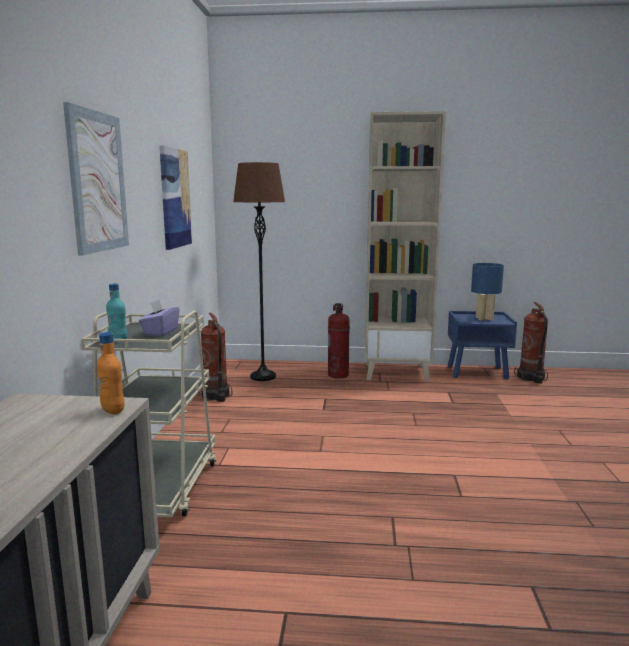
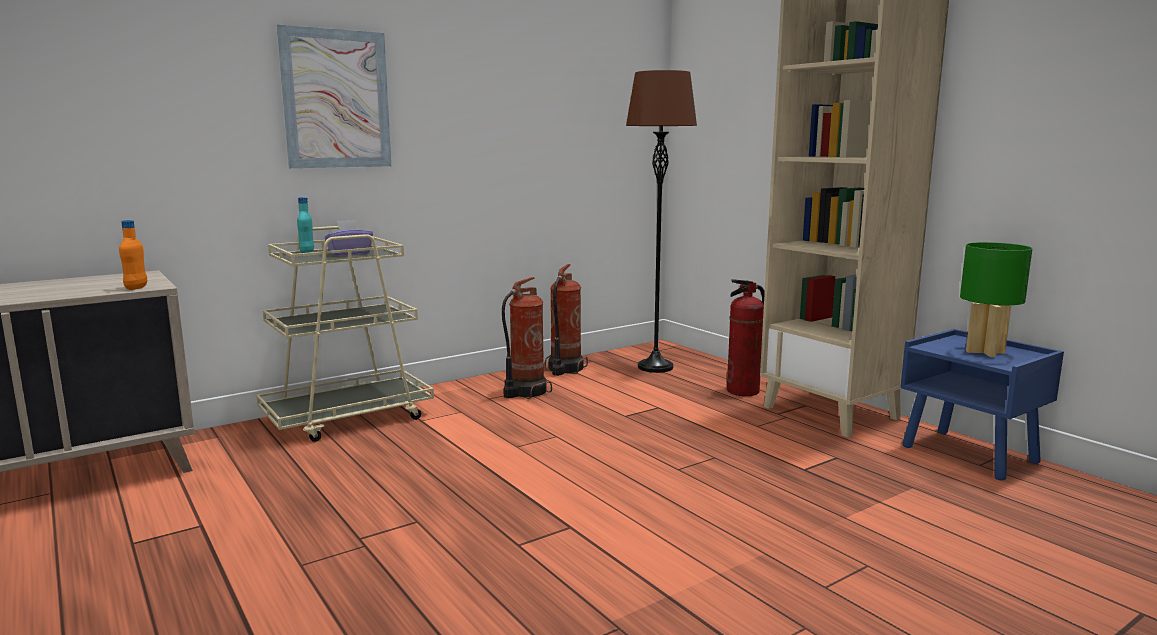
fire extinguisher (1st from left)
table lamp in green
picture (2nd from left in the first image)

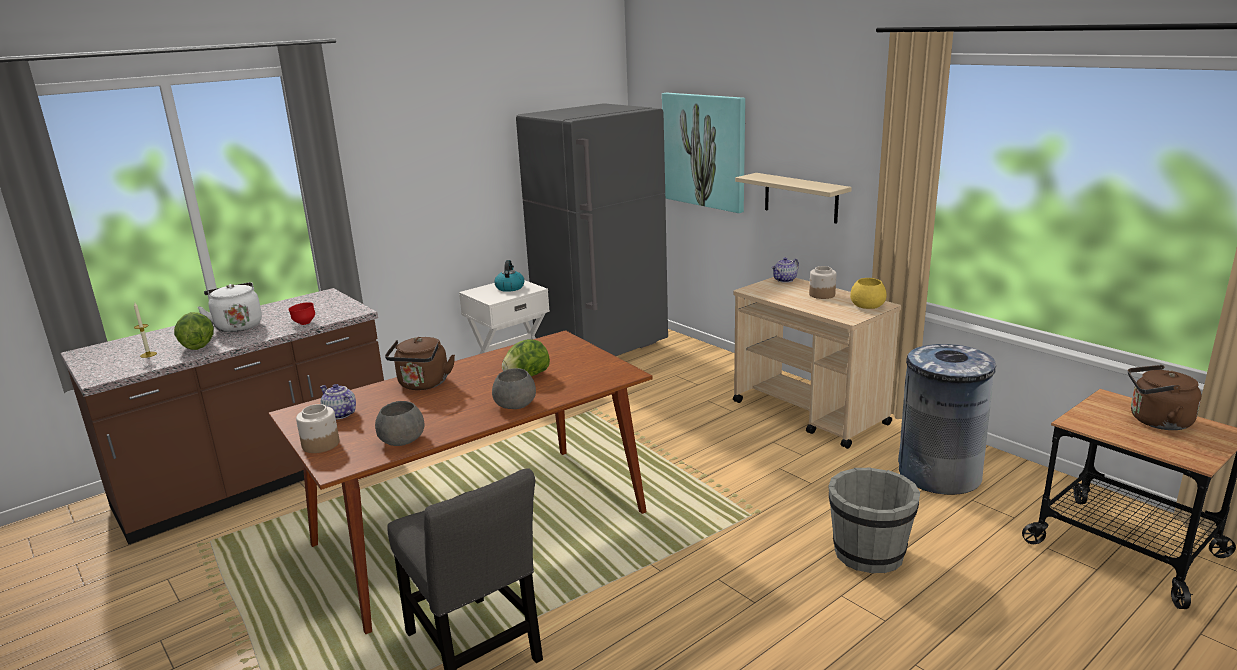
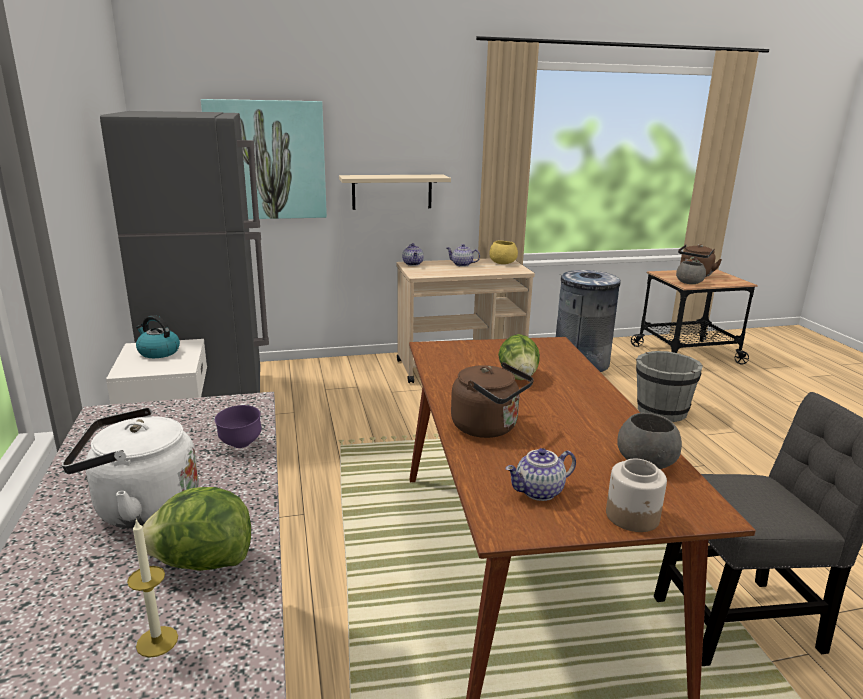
bowl in purple
teapot (2nd from left)
bowl in grey (2nd from left)

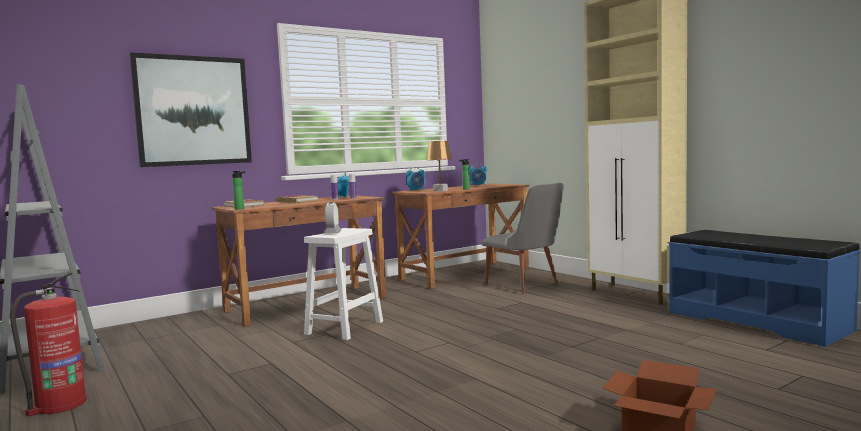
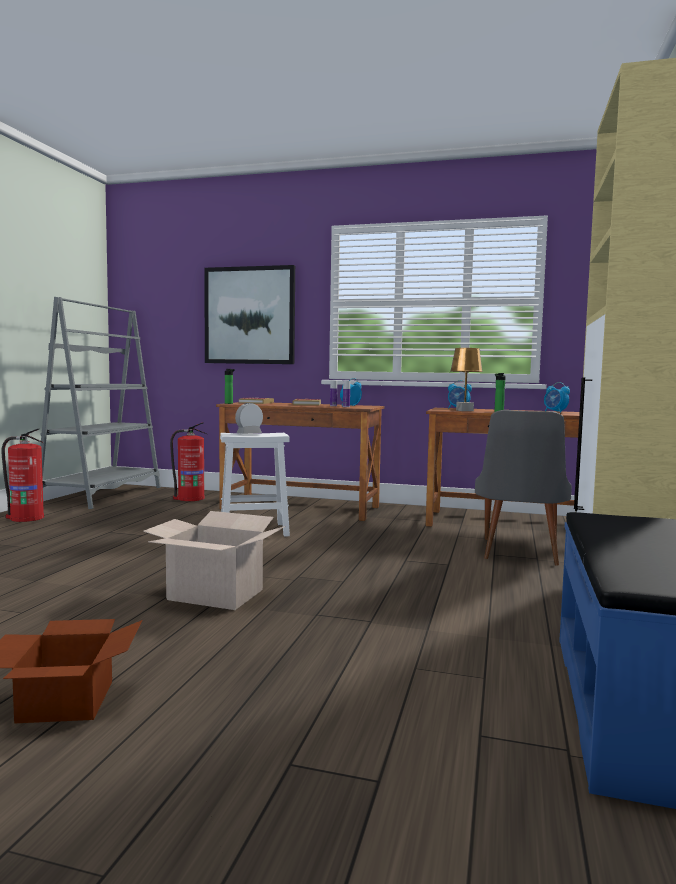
cardboard box (2nd from left)
fire extinguisher (2nd from left)

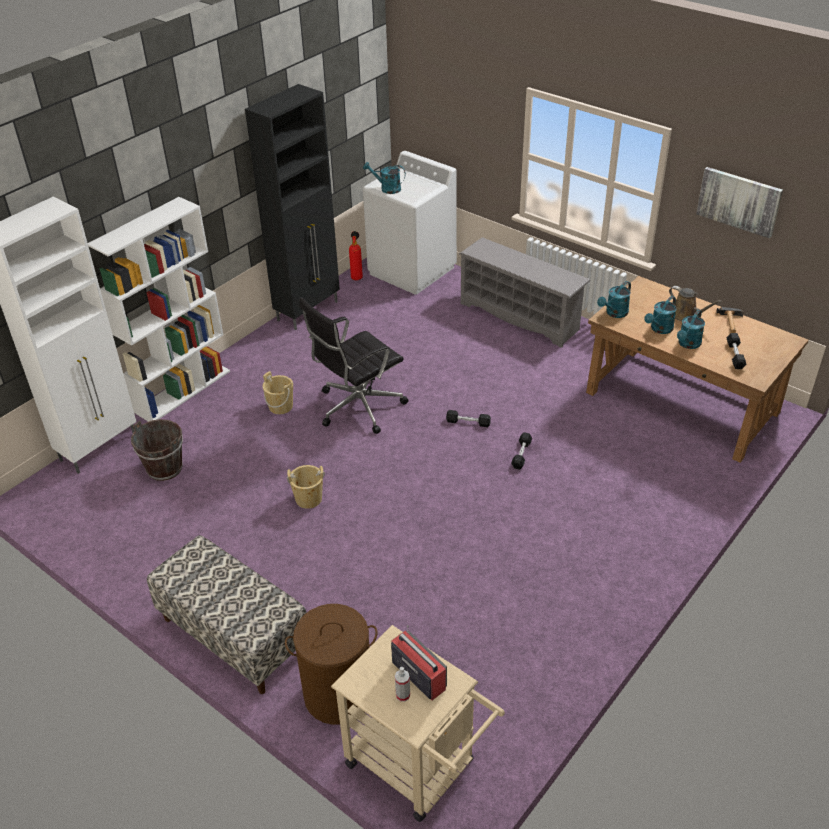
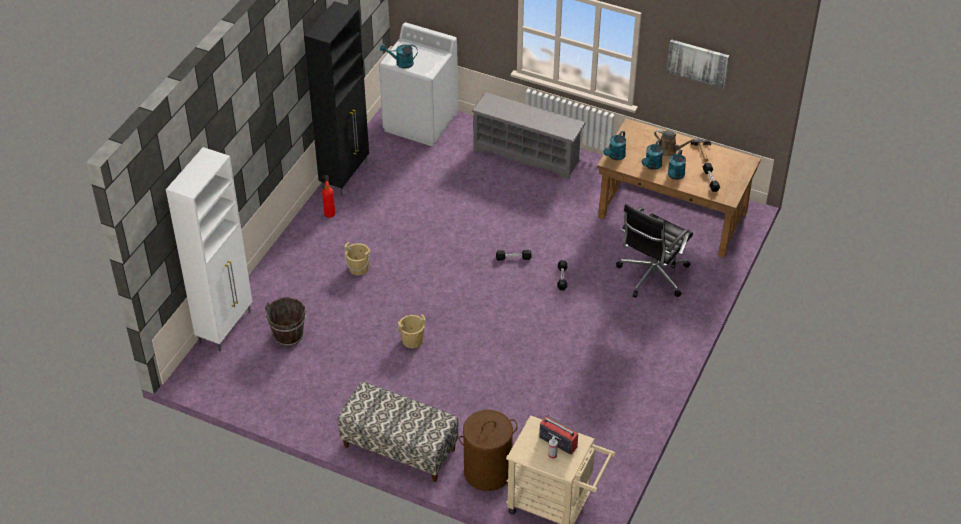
fire extinguisher
office chair in black
bookcase in white

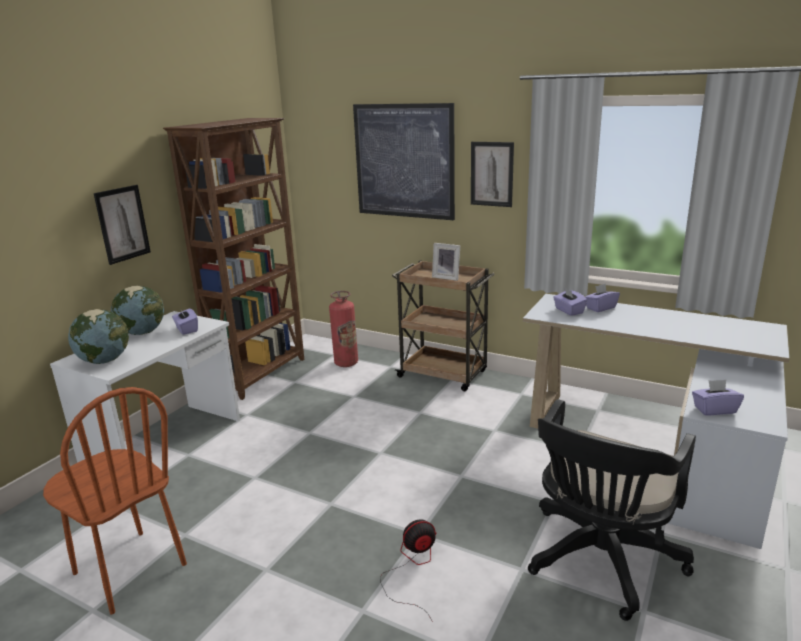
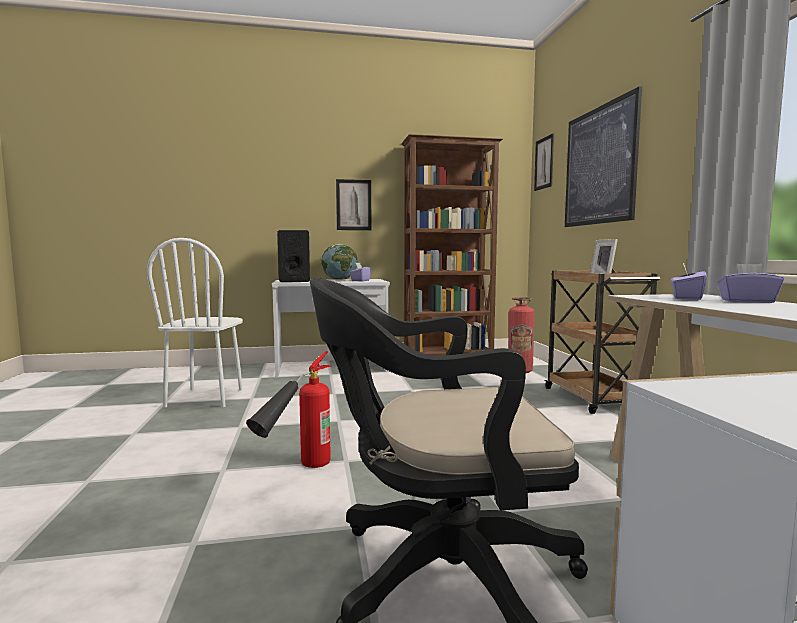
chair in white
fire extinguisher (1st from left)
speaker in black
picture (2nd from left)
tissue box in purple (4th from left in the first image)

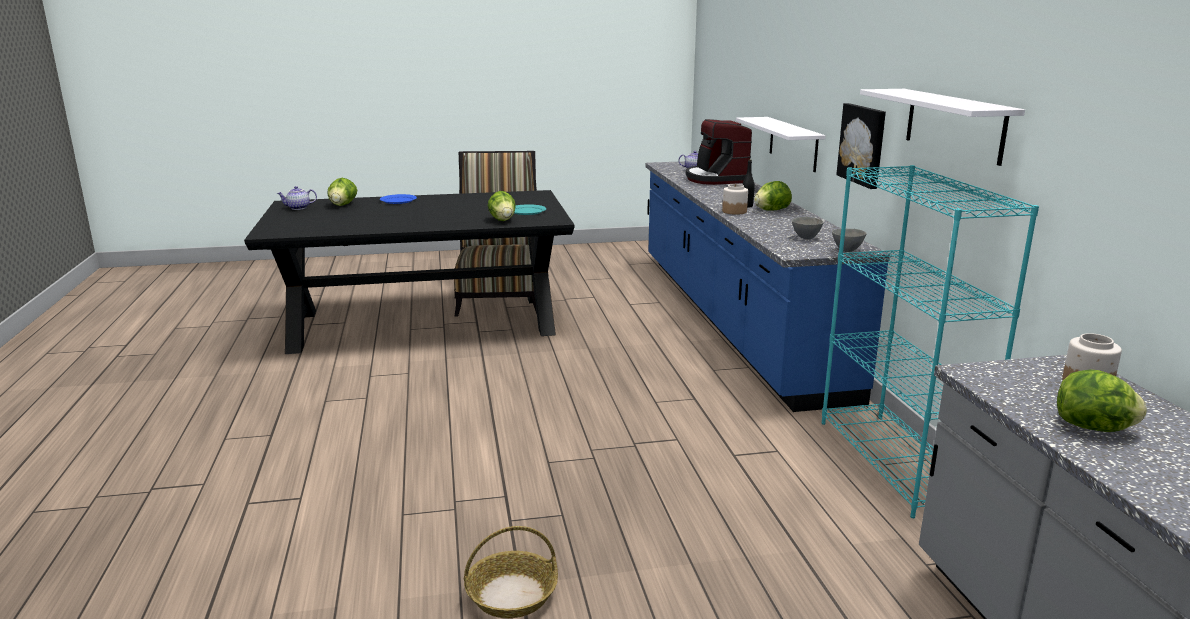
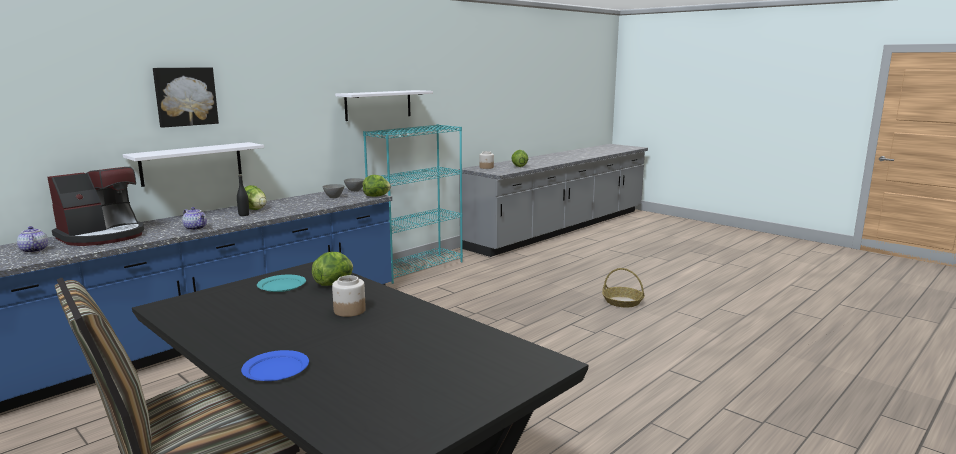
picture
teapot (2nd from left)
jar (1st from left)
lettuce (3rd from left)

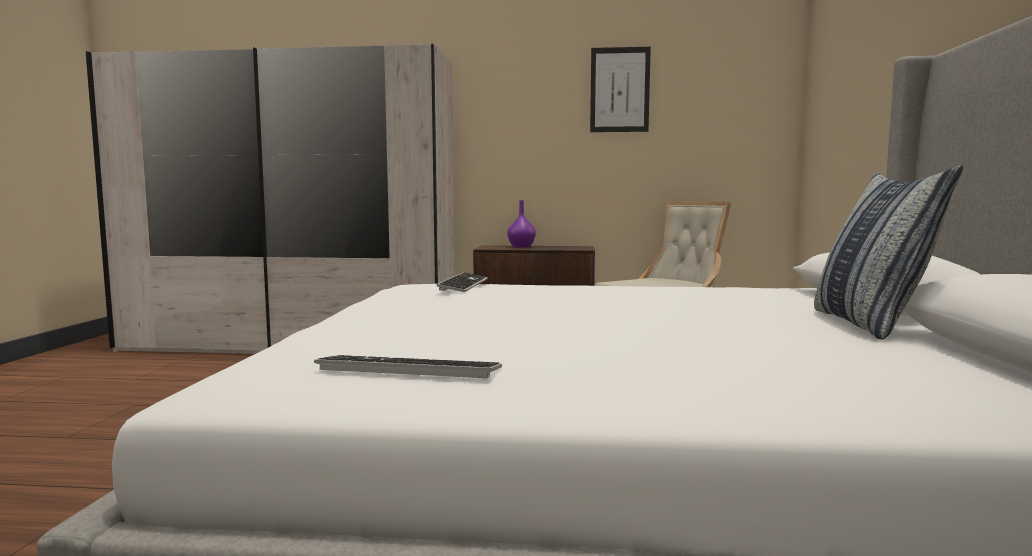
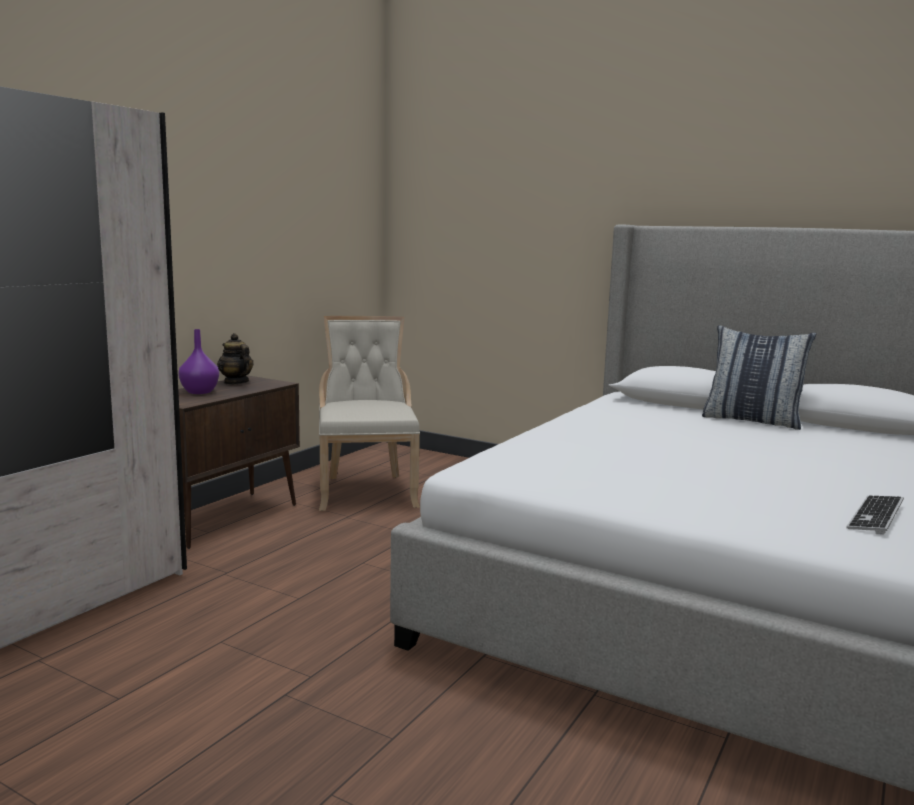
teapot
keyboard (2nd from left in the first image)
picture

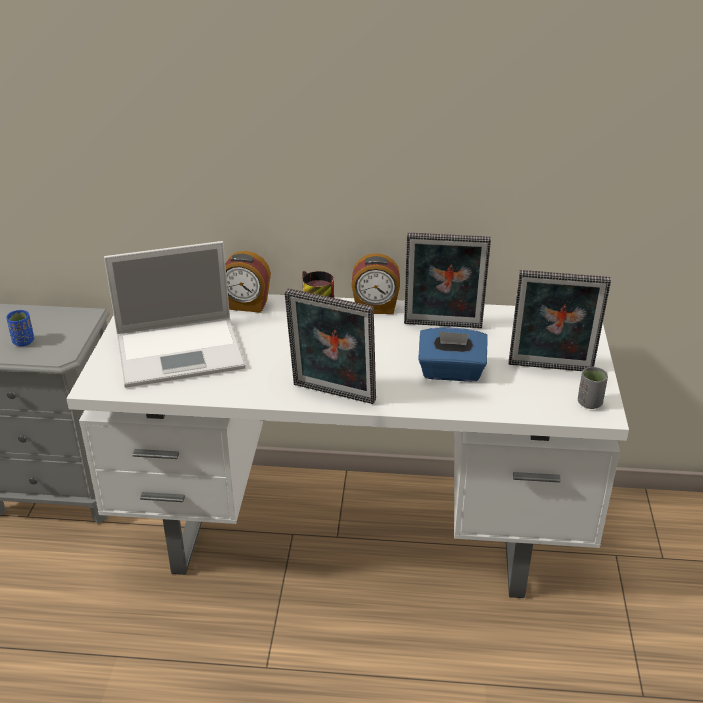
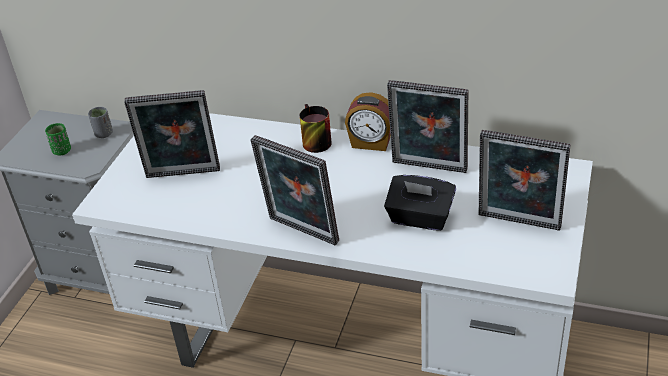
cup in green
cup in grey
picture frame (1st from left)
tissue box in black
alarm clock (1st from left in the first image)

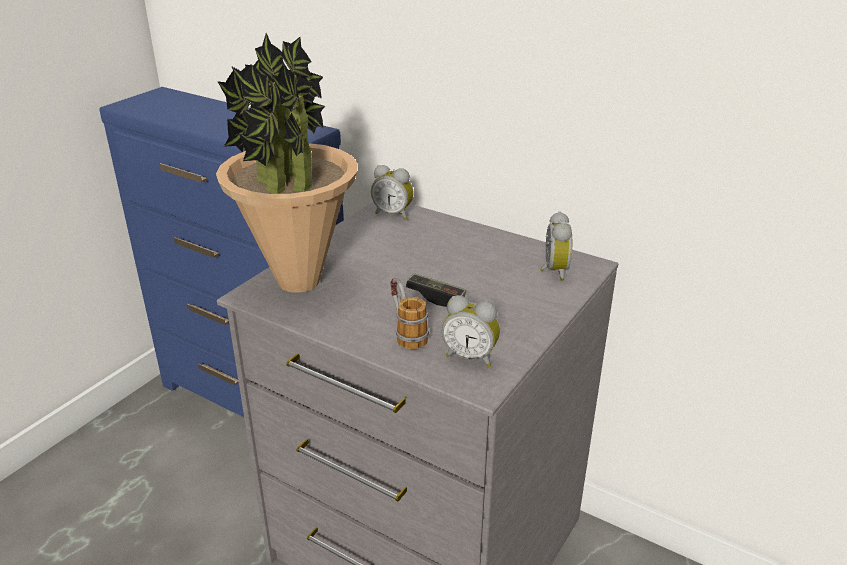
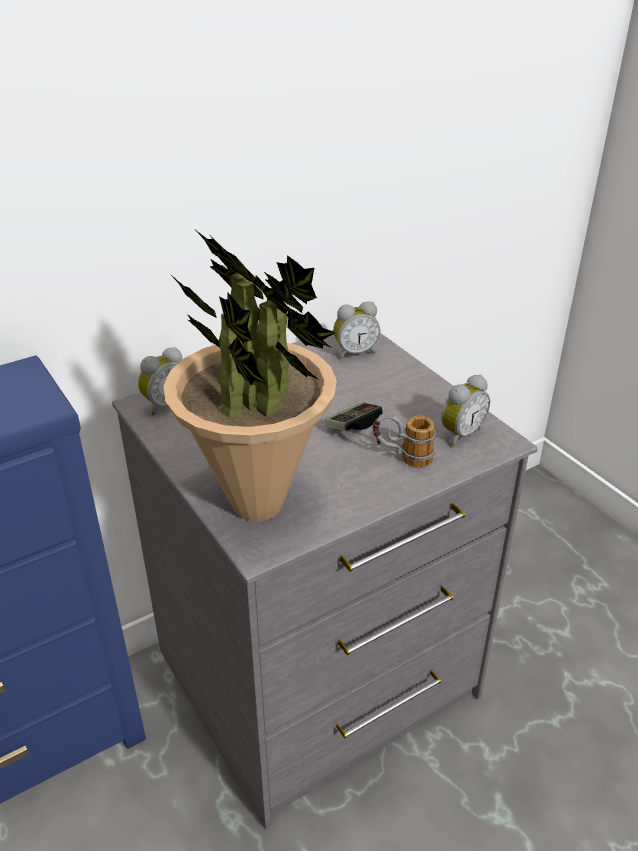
alarm clock (2nd from left)

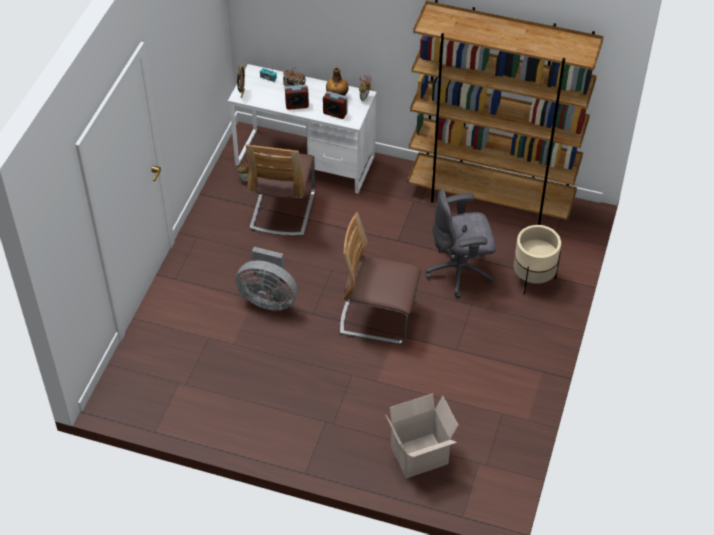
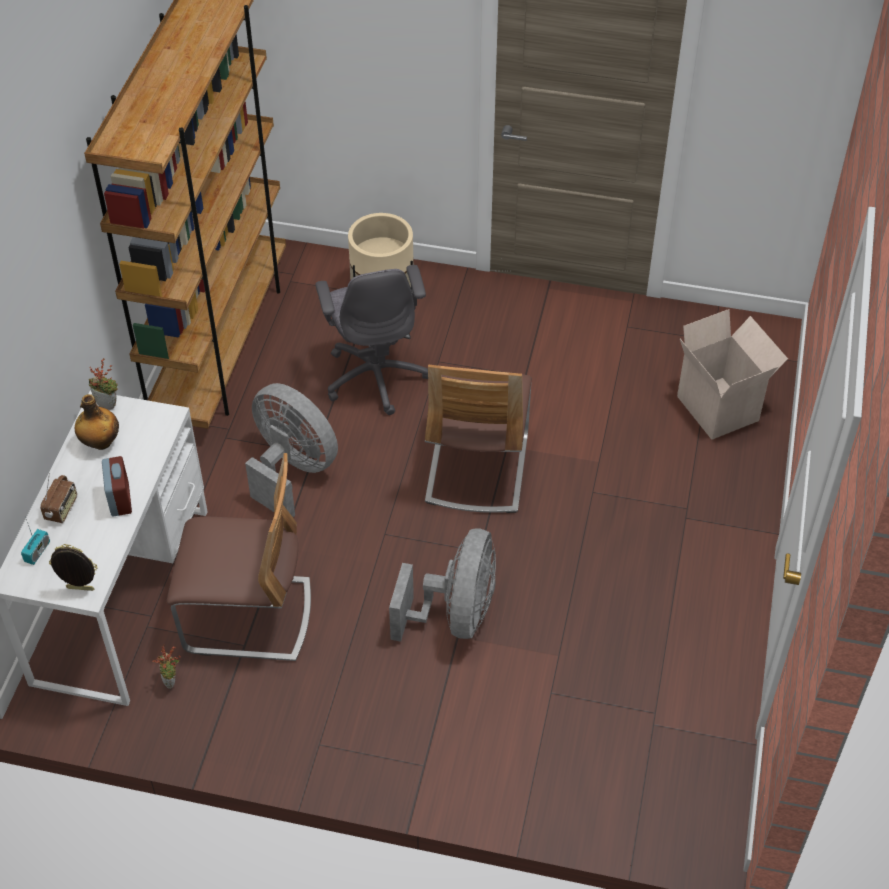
fan in grey (1st from left)
alarm clock (2nd from left in the first image)

